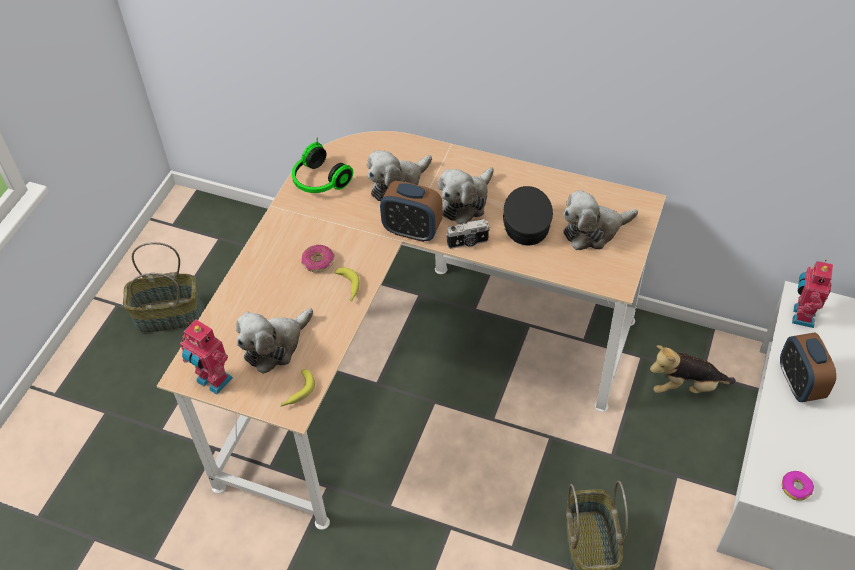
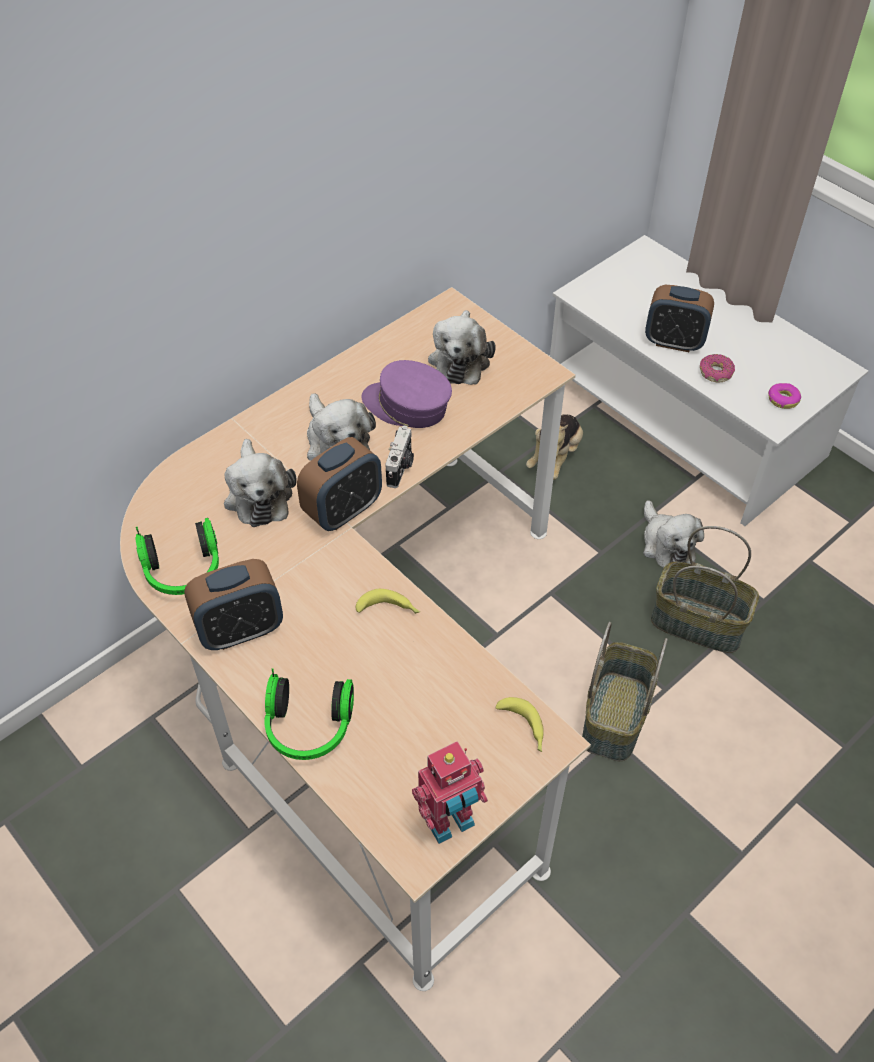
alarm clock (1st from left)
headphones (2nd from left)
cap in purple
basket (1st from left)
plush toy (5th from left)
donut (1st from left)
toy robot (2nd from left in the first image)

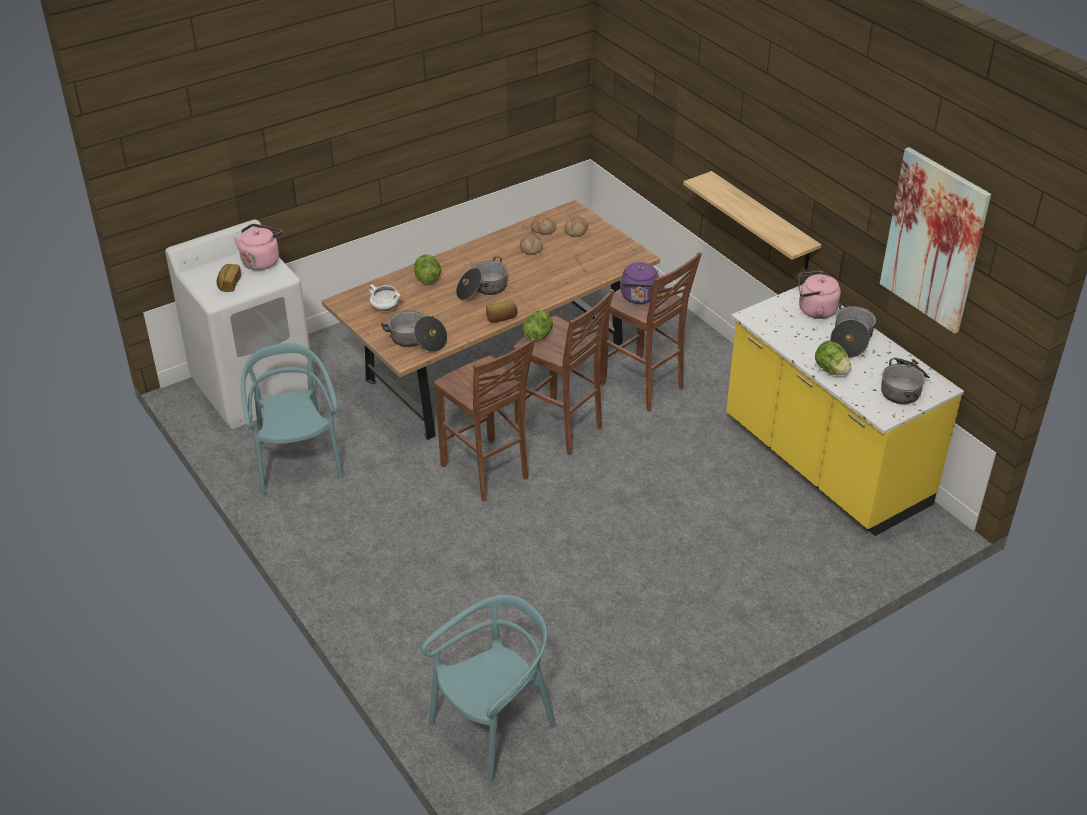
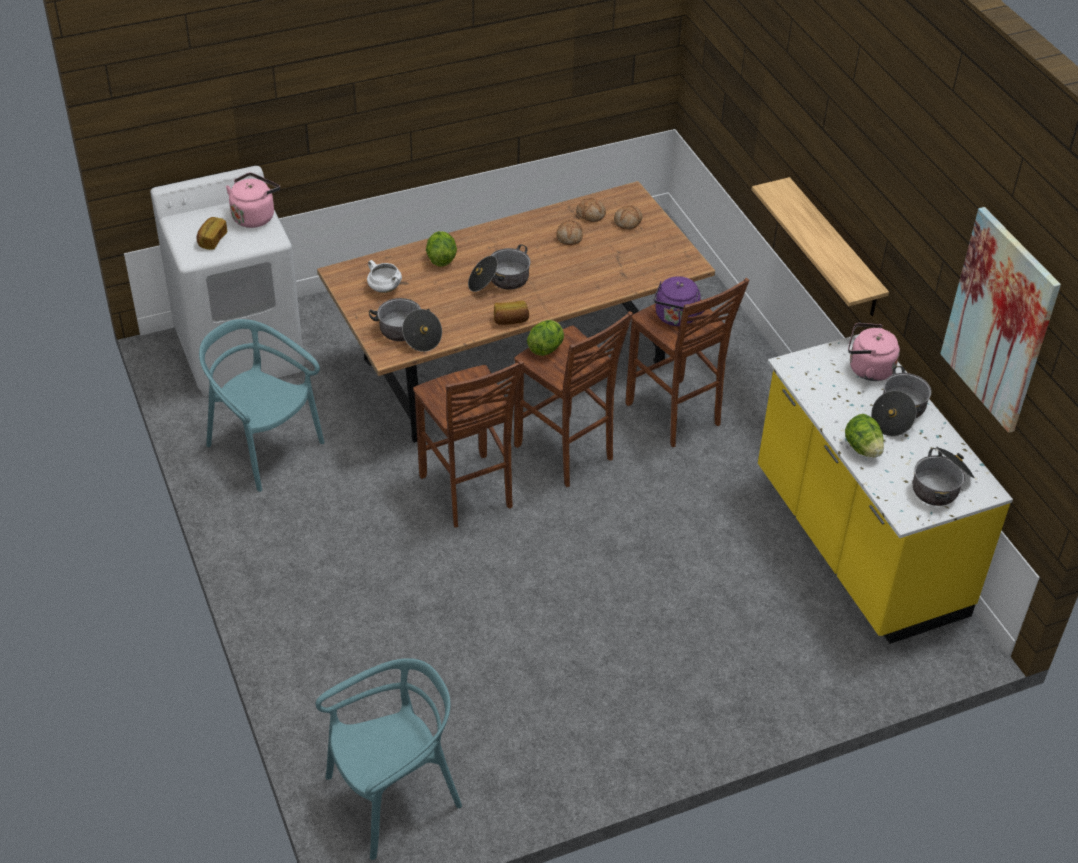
chair in turquoise (1st from left)

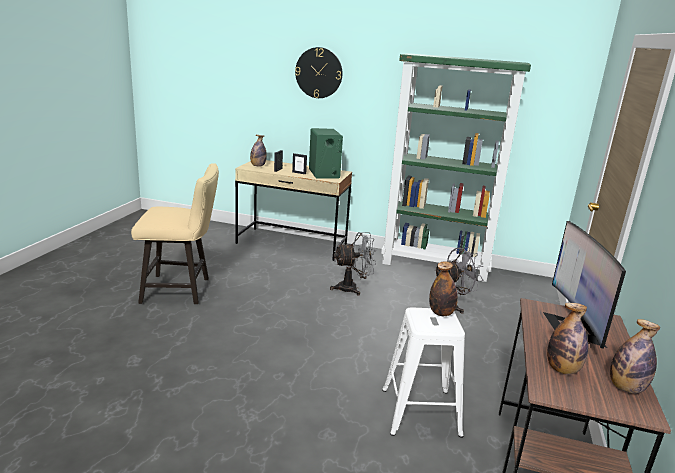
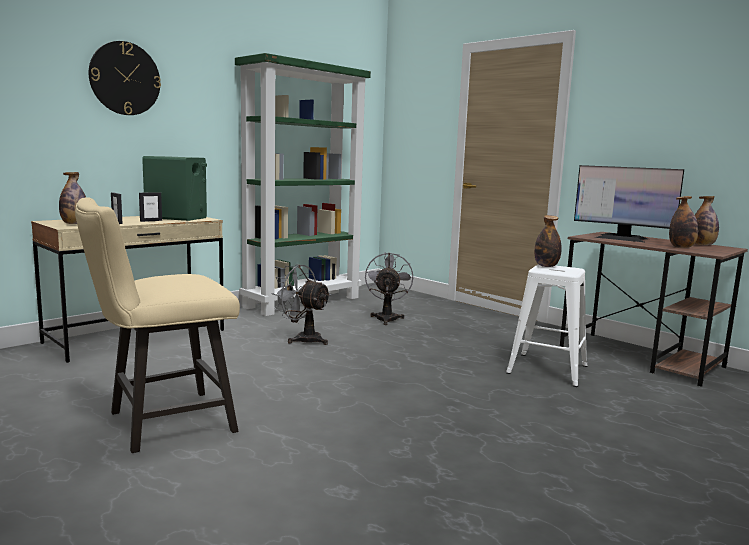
chair in beige
fan in grey (1st from left)

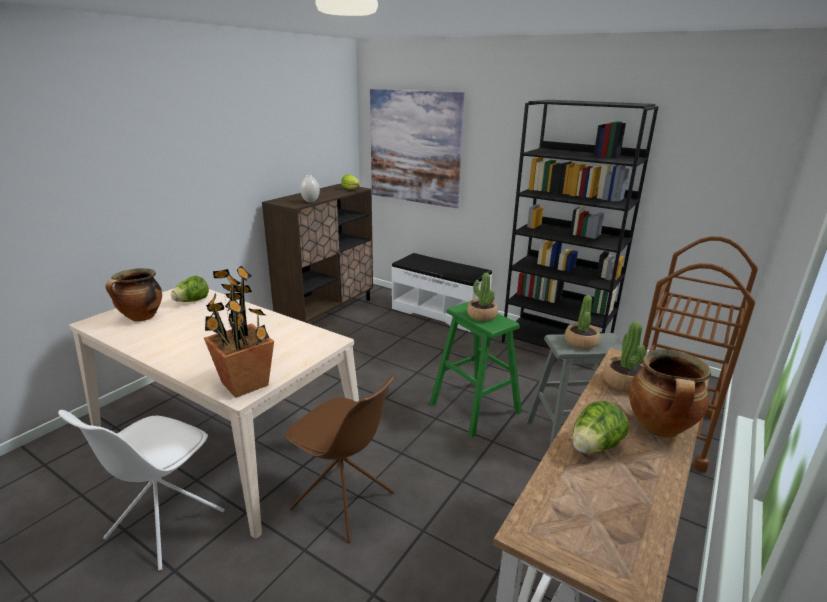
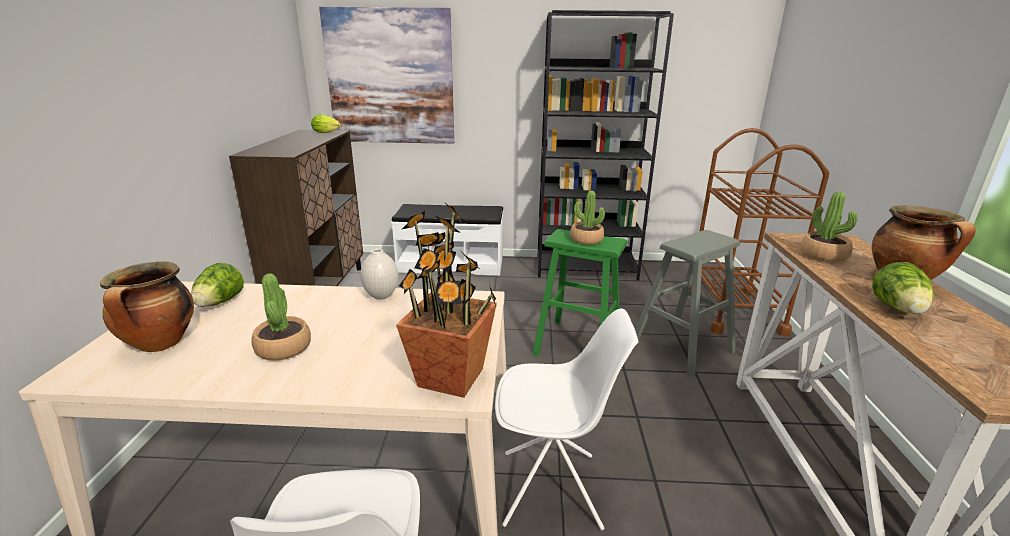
potted plant (1st from left)
vase in white
chair in white (2nd from left)

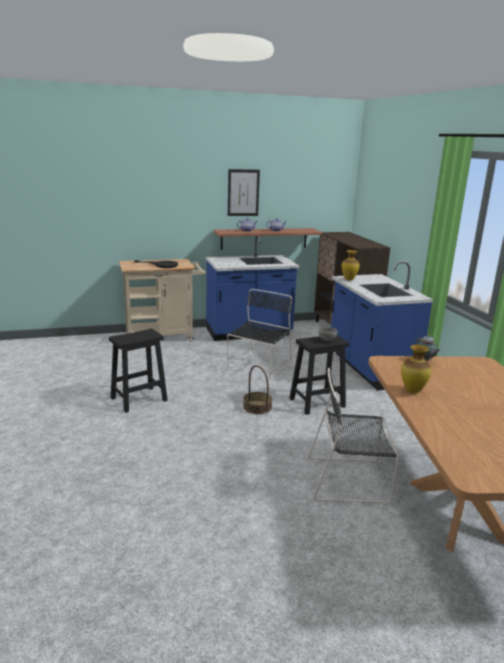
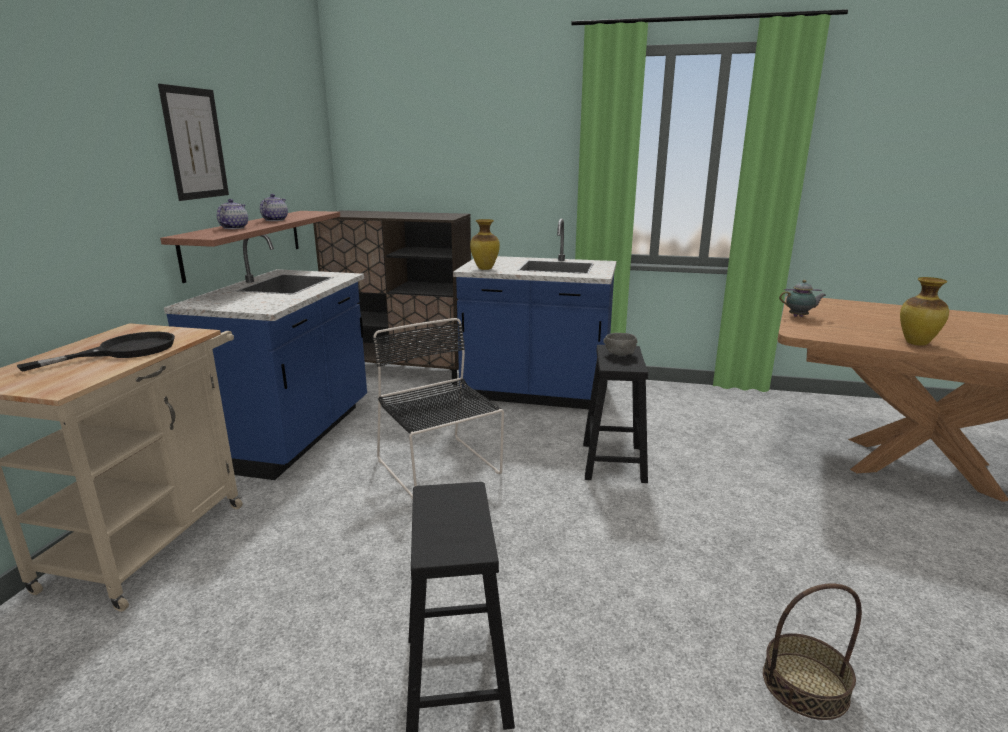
basket
chair in black (2nd from left in the first image)

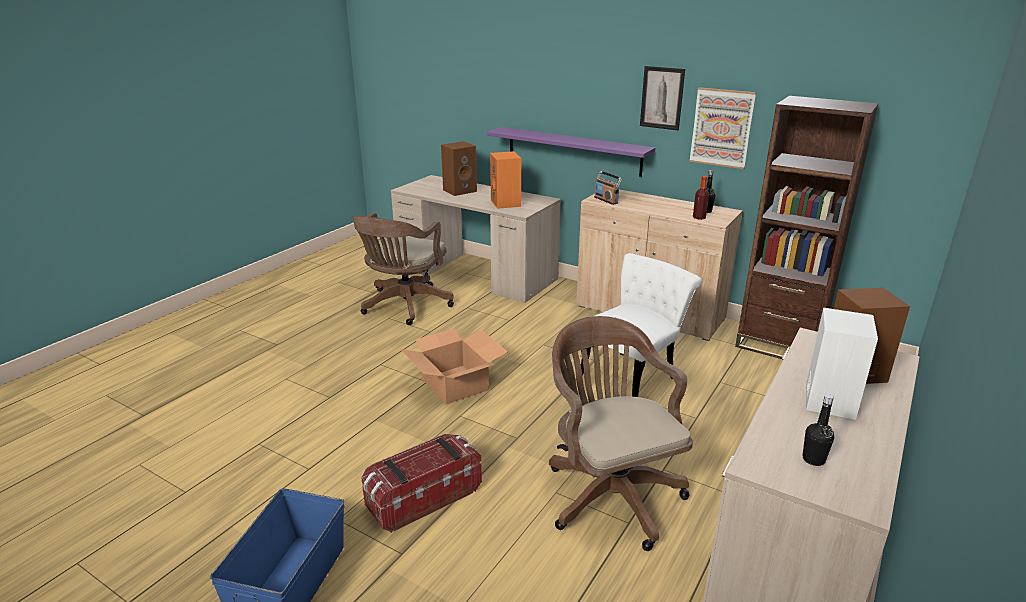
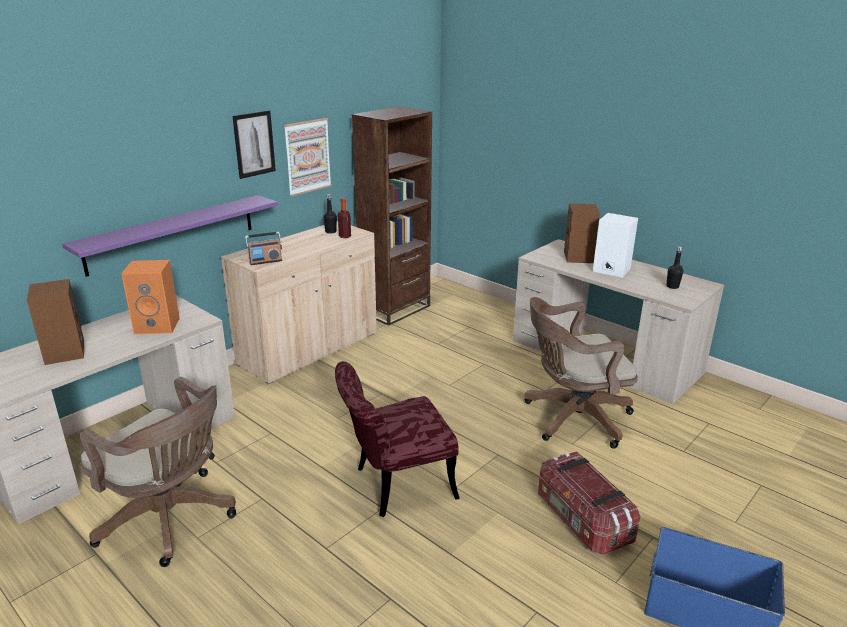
chair in red
chair in white

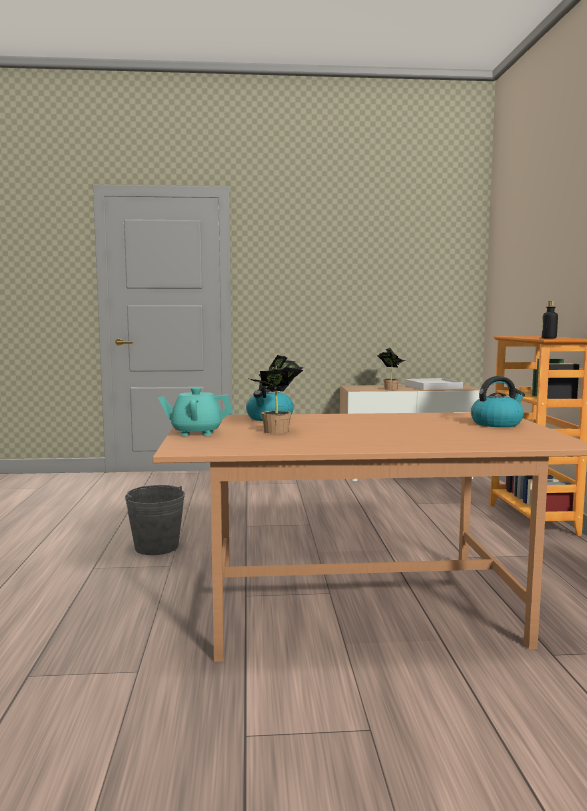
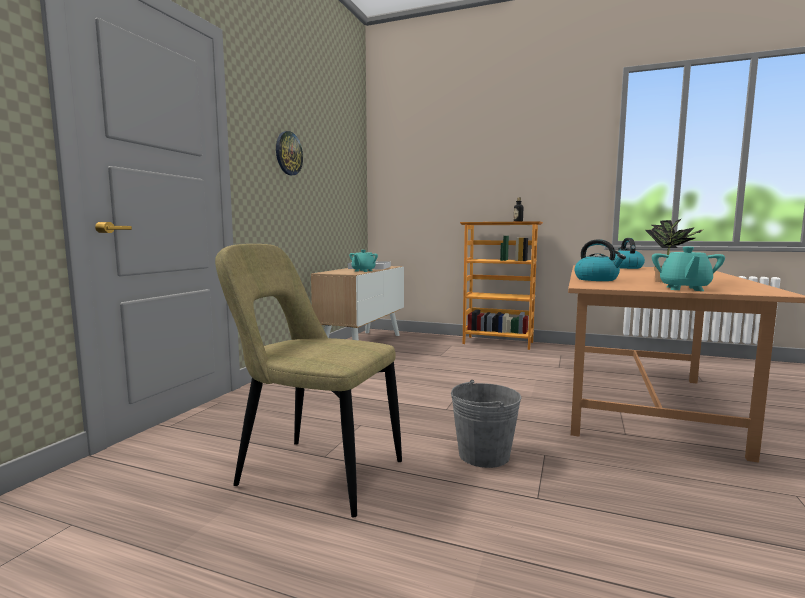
chair in beige
wall clock
teapot in turquoise (1st from left)

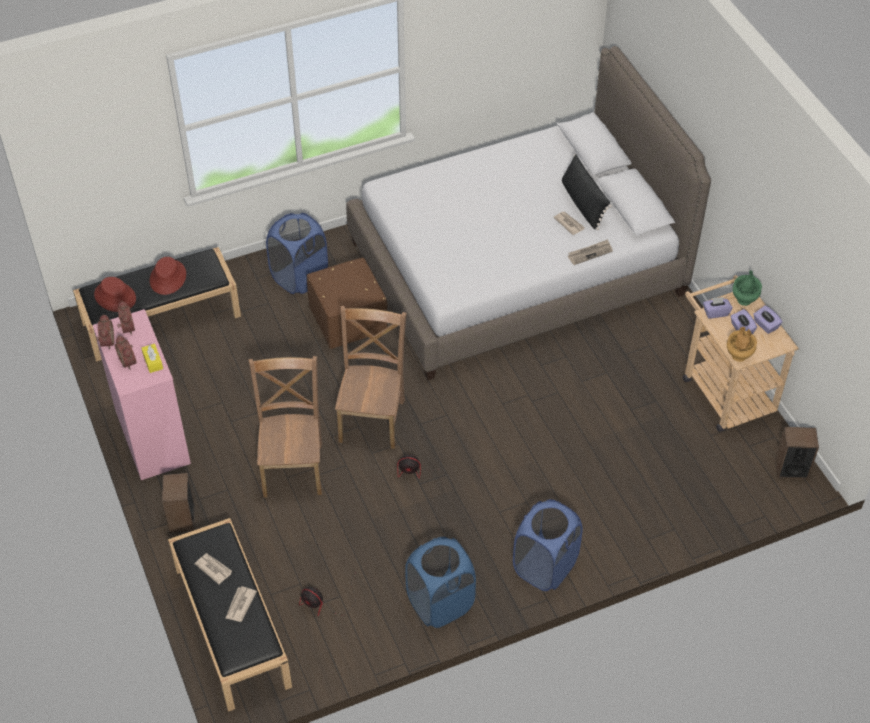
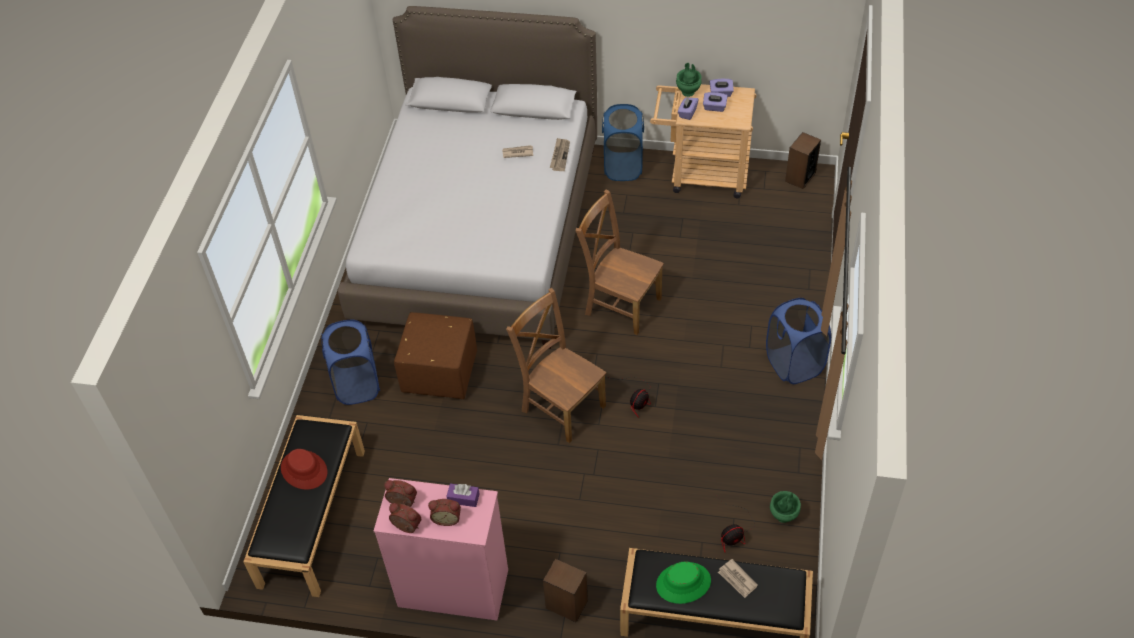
tissue box in purple (1st from left)
chair in brown (2nd from left)
laundry basket in blue (2nd from left)
hat in green
vase in green (2nd from left)
hat in red (1st from left in the first image)
pillow in black
vase in brown

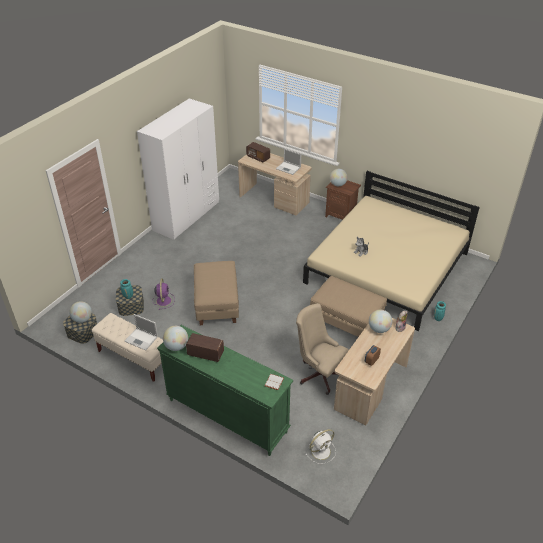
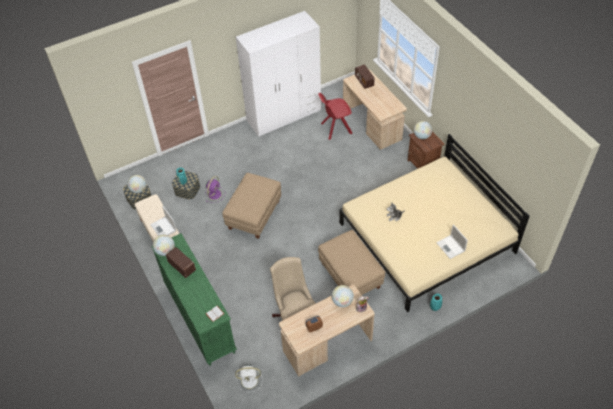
chair in red
laptop (2nd from left)

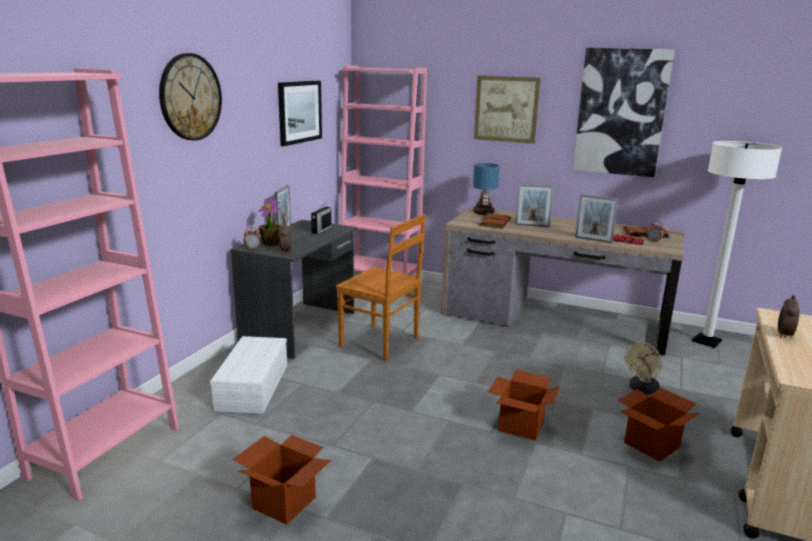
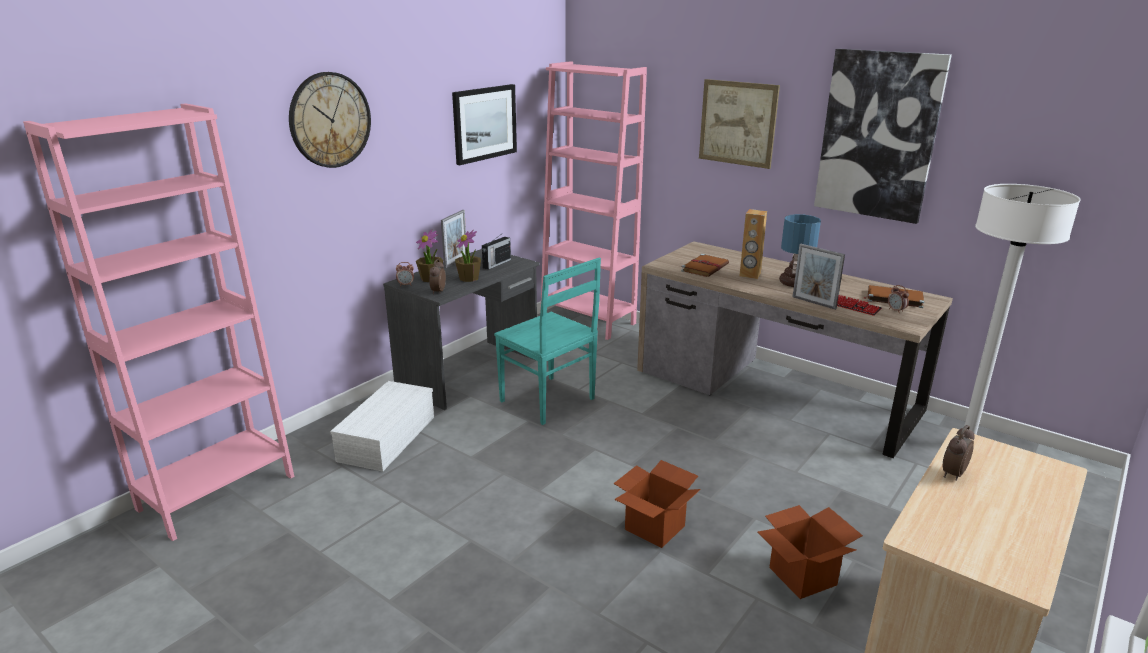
potted plant (2nd from left)
chair in turquoise
speaker in brown
table lamp
cardboard box (1st from left in the first image)
fan in beige

